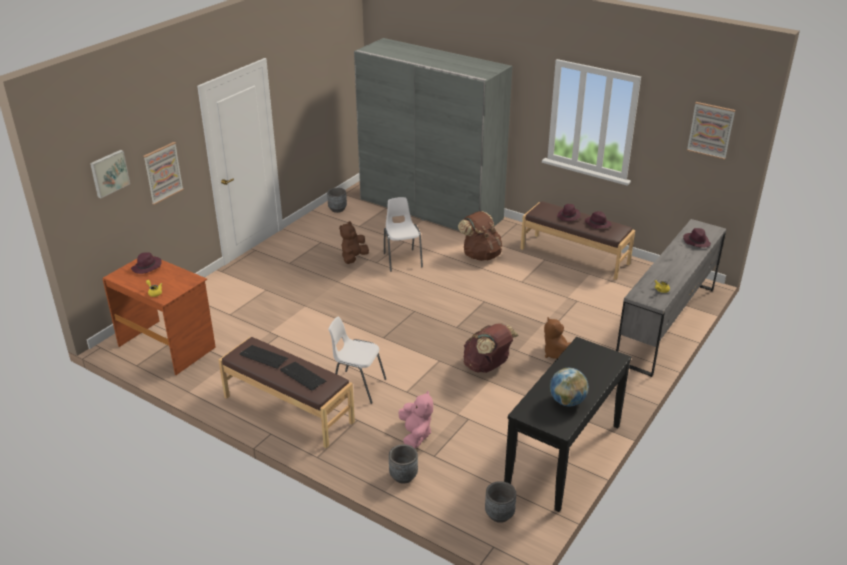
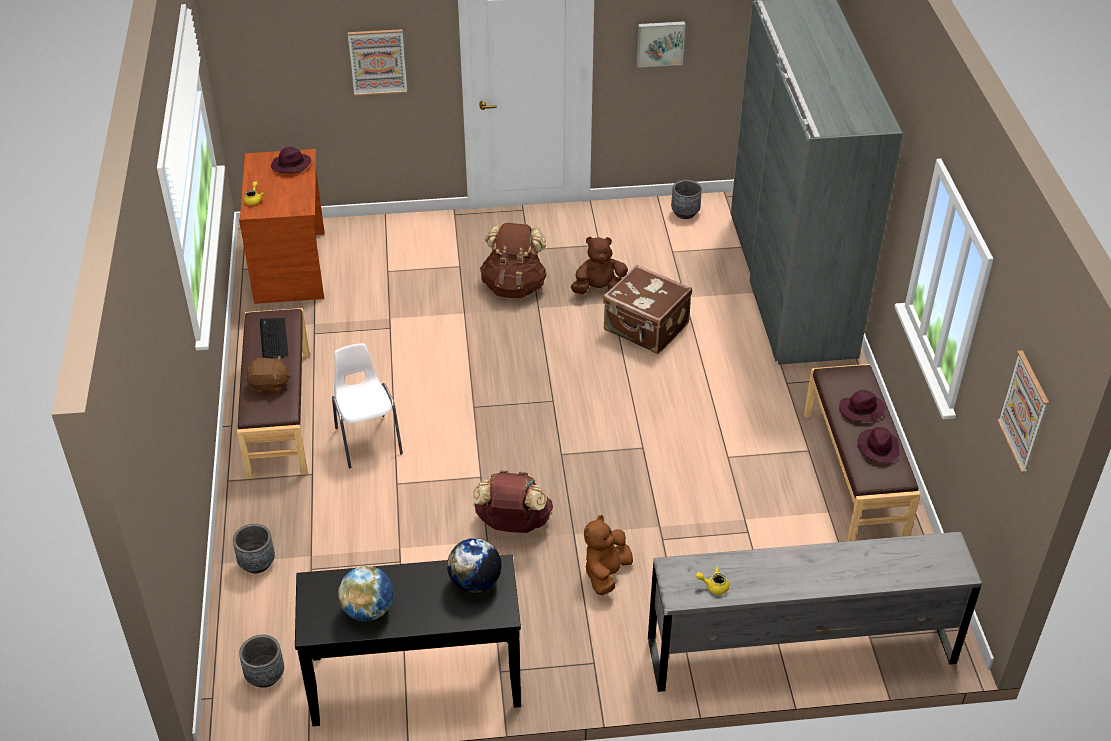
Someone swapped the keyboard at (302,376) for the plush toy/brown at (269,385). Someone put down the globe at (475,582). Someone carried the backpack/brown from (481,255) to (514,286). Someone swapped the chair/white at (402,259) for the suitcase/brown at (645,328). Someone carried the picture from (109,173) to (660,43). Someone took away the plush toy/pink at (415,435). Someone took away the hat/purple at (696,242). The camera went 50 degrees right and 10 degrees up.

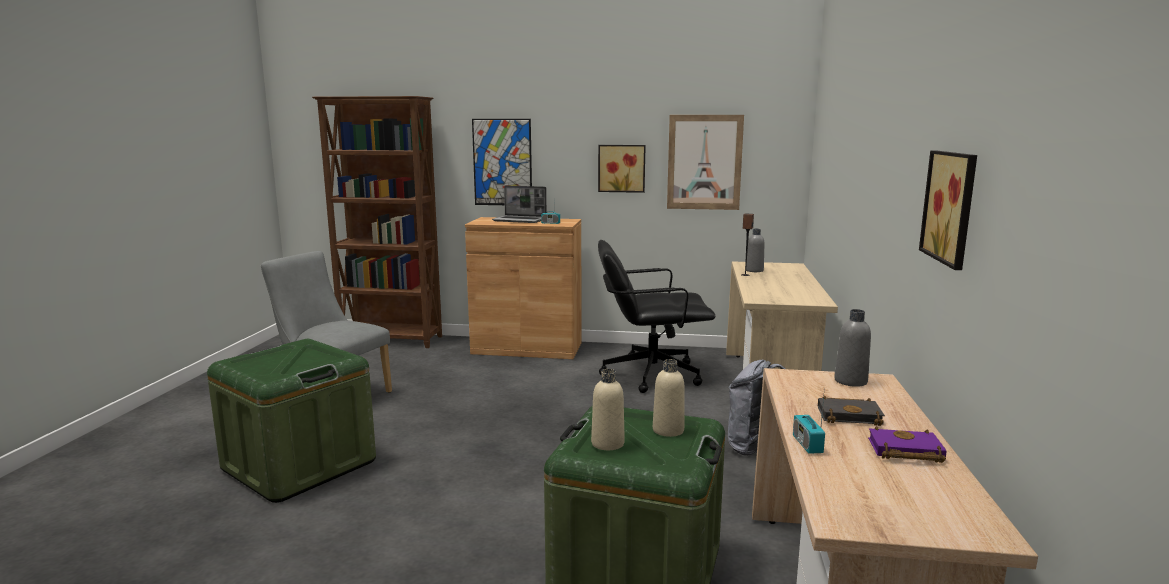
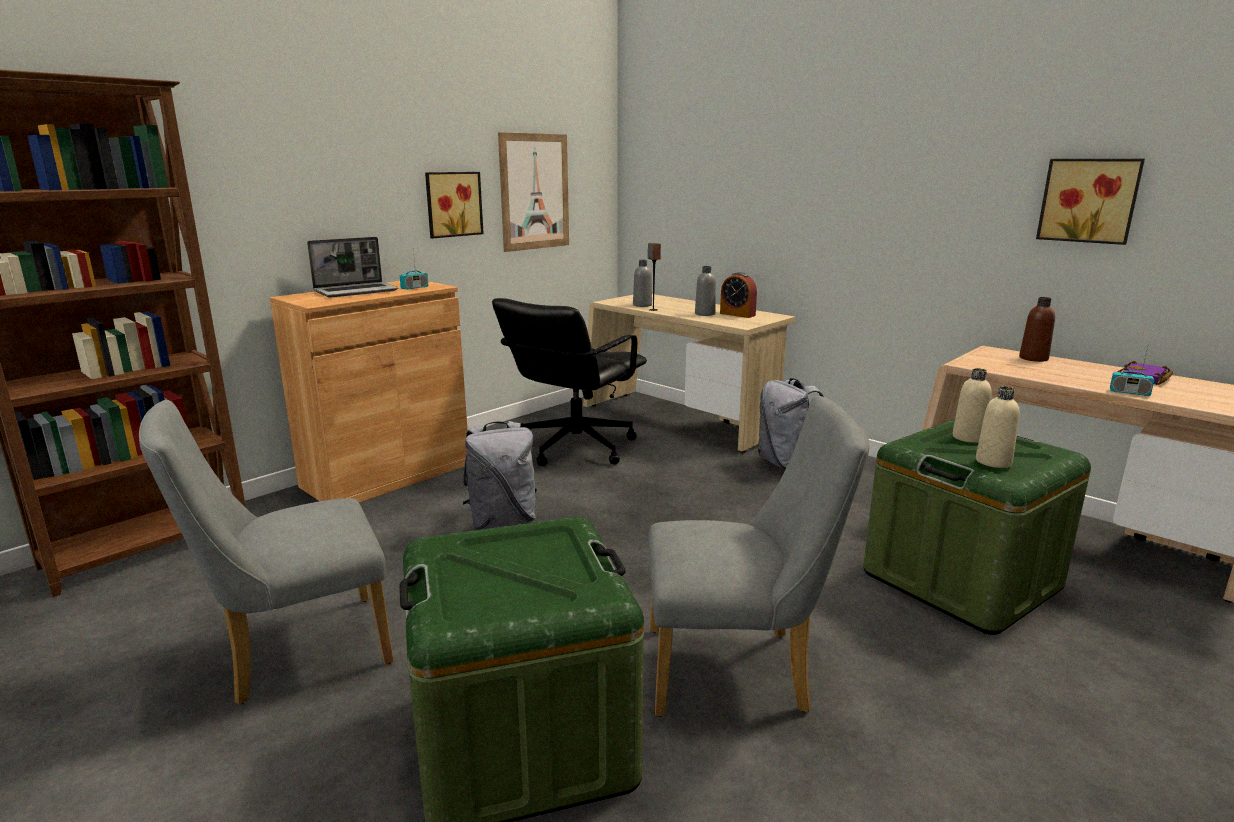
Someone put down the backpack/grey at (502,521). Someone put down the chair/grey at (739,671). Someone carried the bottle/grey from (850,381) to (705,314). Someone put down the alarm clock at (737,314). Someone put down the bottle/brown at (1033,358). Someone took away the picture at (502,162). Someone took away the book/black at (850,415). The camera went 55 degrees left and 5 degrees up.

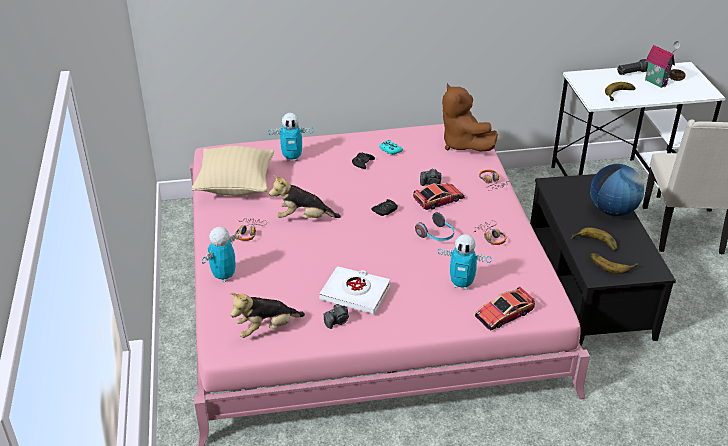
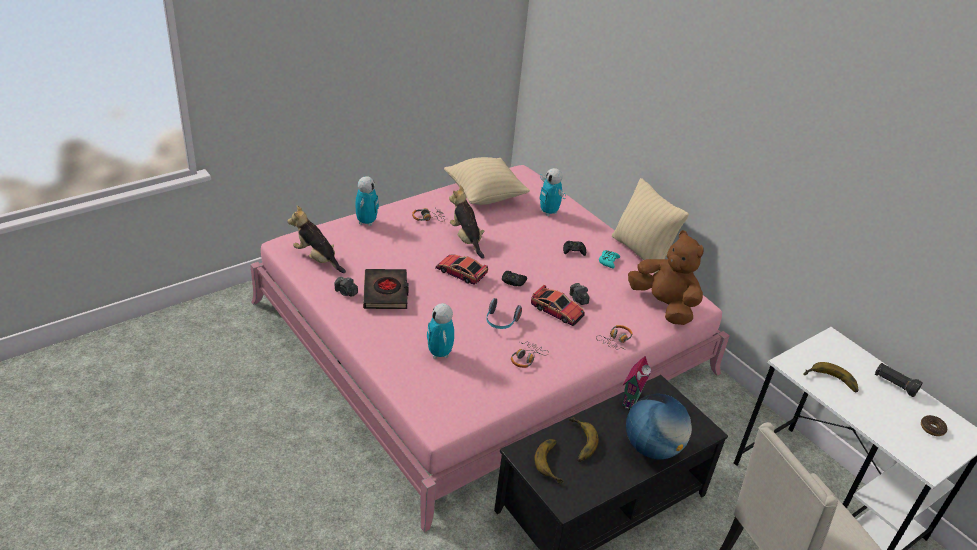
Someone rotated the toy robot at (224,276) by 90 degrees clockwise. Someone repainted the book/white at (355,293), which became the book/black at (386,292). Someone carried the toy car from (504,314) to (461,272). Someone put down the pillow/beige at (641,253). Someone carried the toy house from (657,82) to (633,400). Someone rotated the plush toy/brown at (463,144) by 105 degrees clockwise. The camera went 60 degrees right and 0 degrees up.

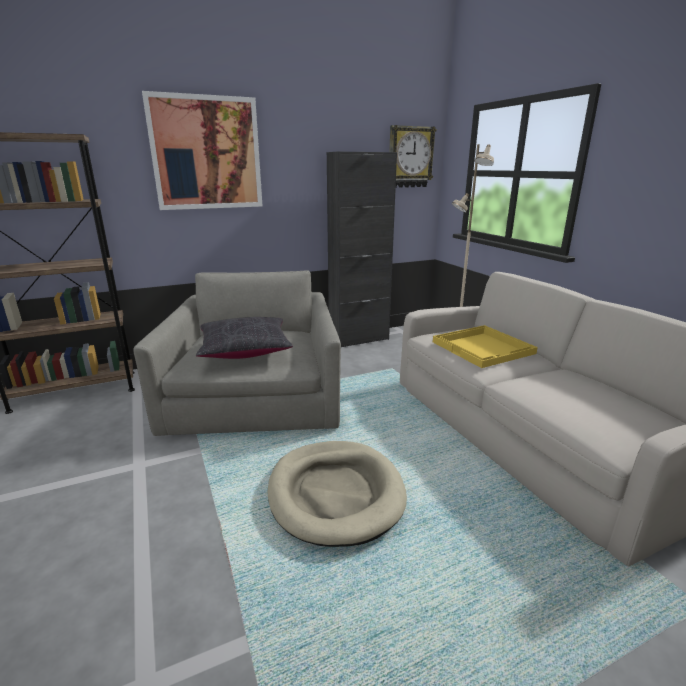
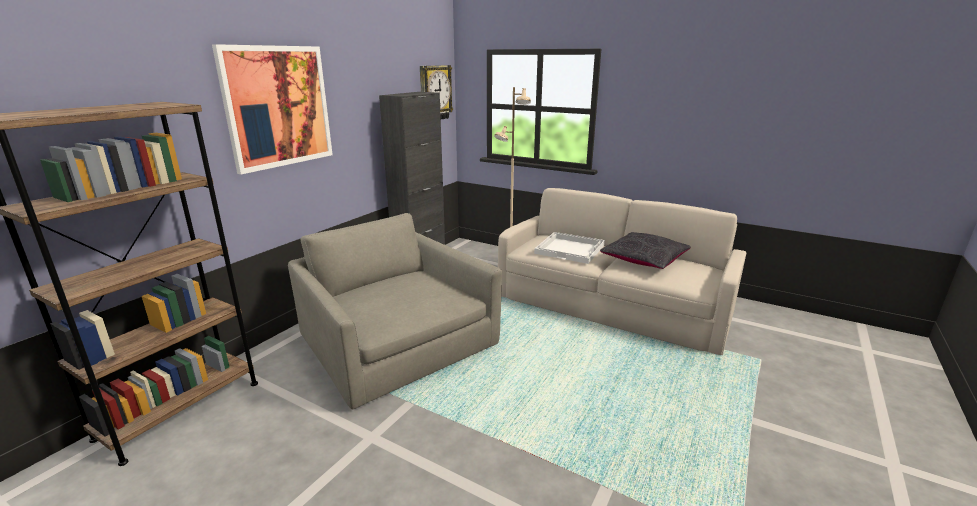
Someone repainted the tray/yellow at (484,348), which became the tray/white at (570,249). Someone carried the pillow/black from (245,350) to (644,260). Someone took away the dog bed/beige at (335,494). The camera went 35 degrees left and 0 degrees up.

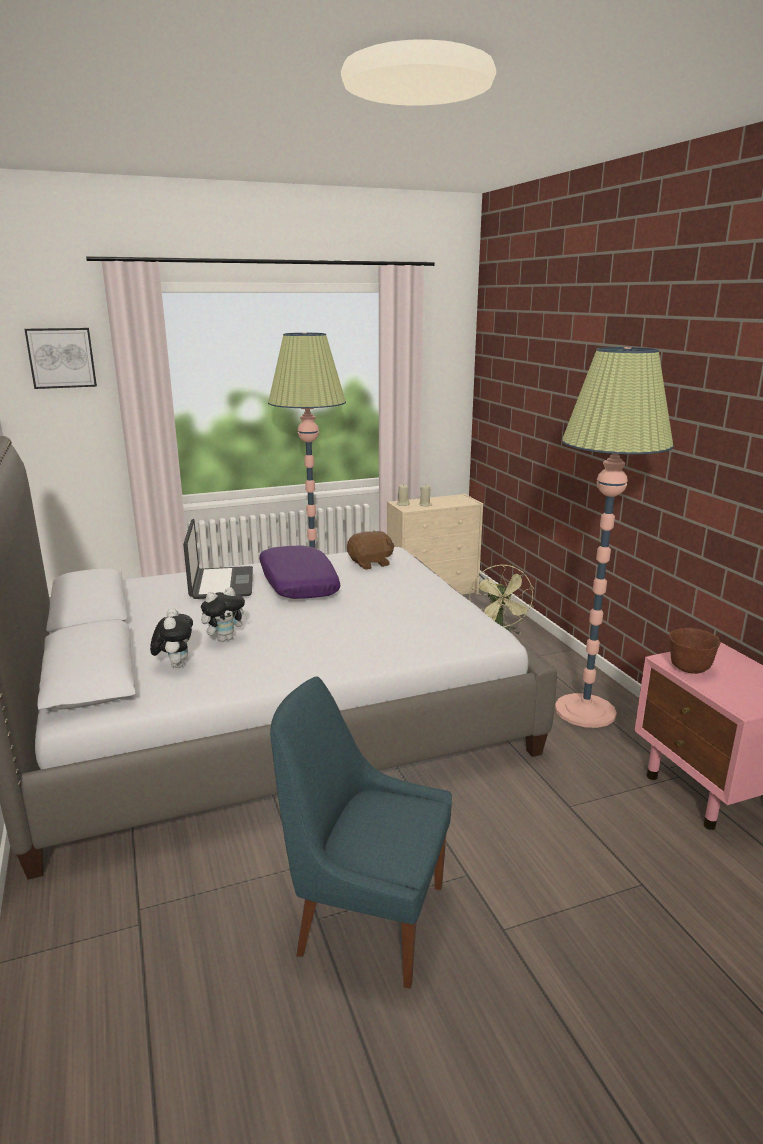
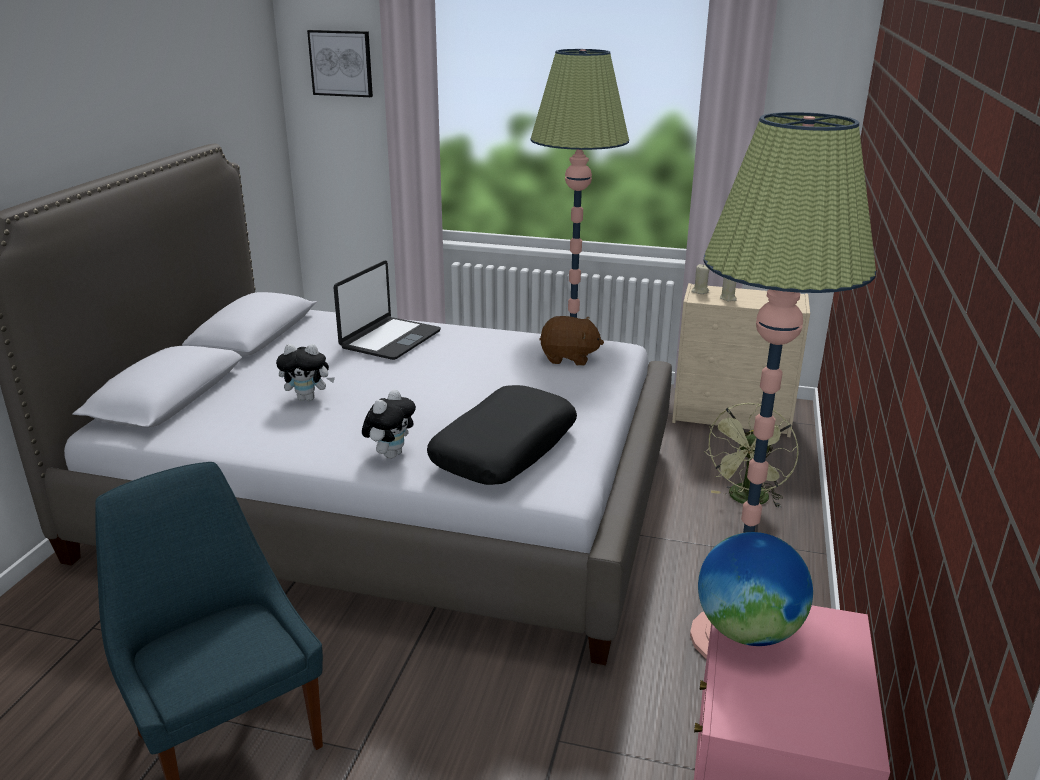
Someone carried the plush toy from (175,665) to (391,454). Someone put down the pillow/black at (504,449). Someone swapped the bowl/brown at (689,669) for the globe at (748,632). Someone took away the pillow/purple at (297,583). The camera went 35 degrees right and 5 degrees up.

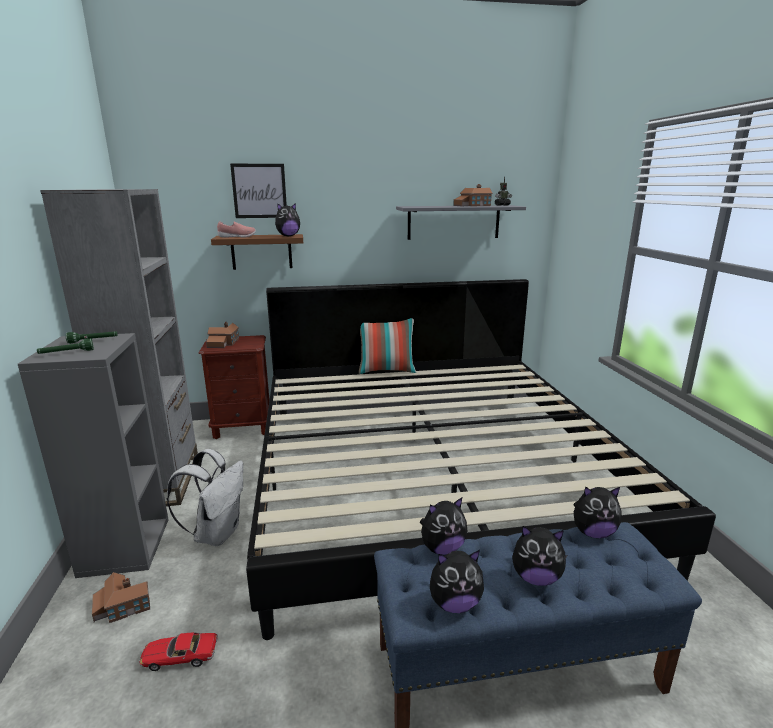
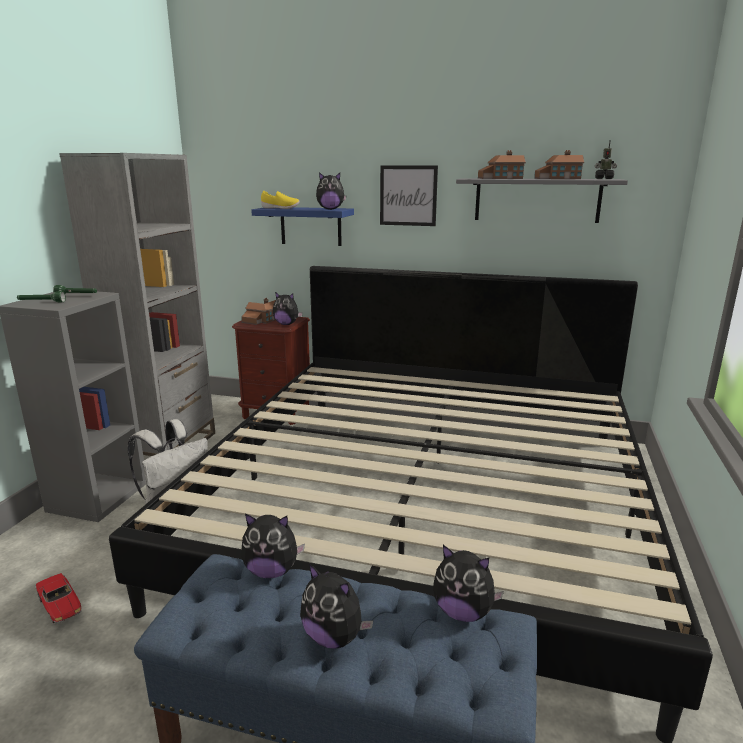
Someone rotated the toy car at (180,657) by 150 degrees counterclockwise. Someone repainted the shelf/brown at (261,252), which became the shelf/blue at (311,226). Someone repainted the shoe/pink at (237,237), which became the shoe/yellow at (280,208). Someone carried the plush toy from (454,603) to (287,324). Someone carried the picture from (259,191) to (408,195). Someone carried the toy house from (122,606) to (499,178). Someone took away the pillow at (386,371). The camera went 25 degrees right and 0 degrees up.

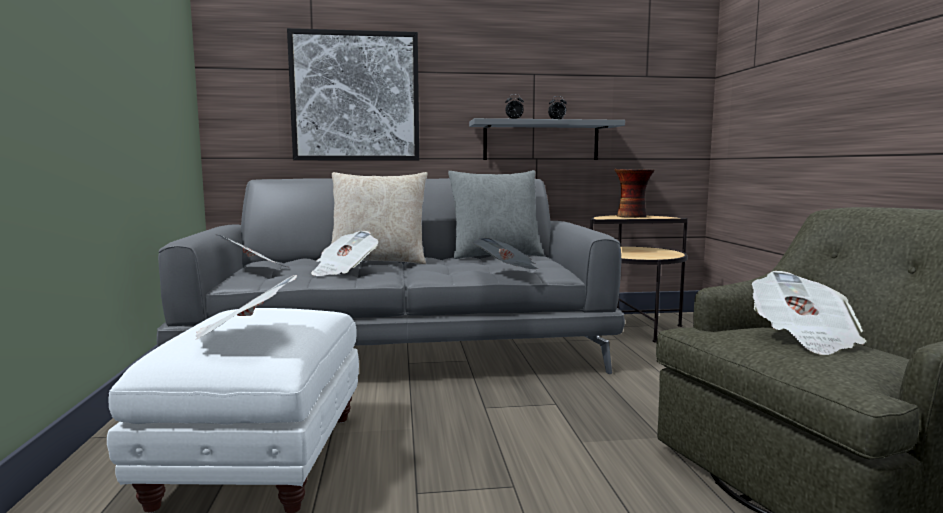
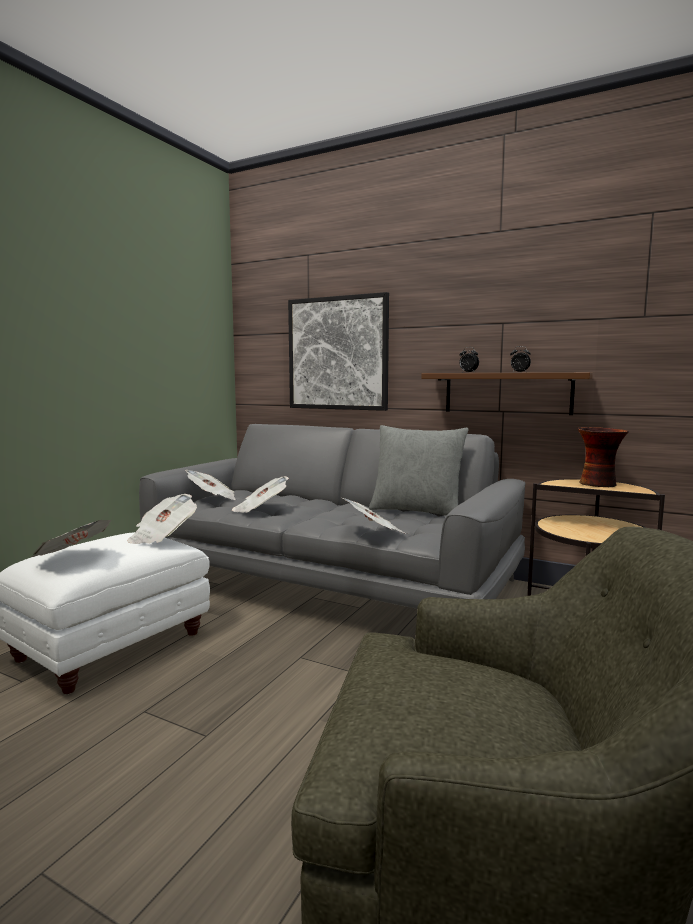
Someone carried the newspaper from (803,339) to (162,536). Someone repainted the shelf/grey at (541,141), which became the shelf/brown at (507,393). Someone took away the pillow/beige at (378,262). The camera went 35 degrees right and 0 degrees up.

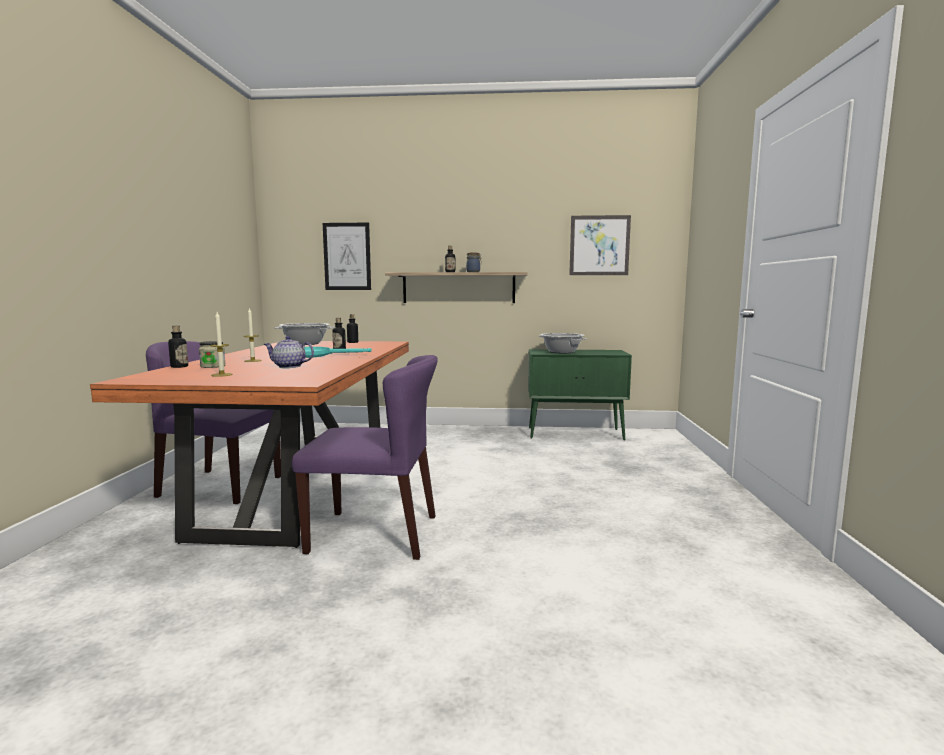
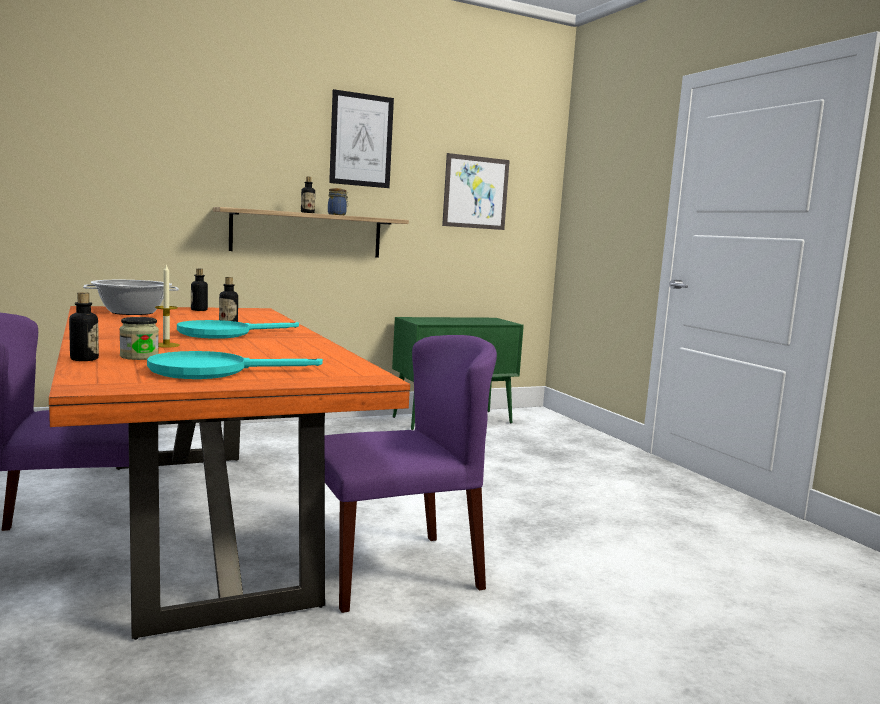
Someone swapped the candle at (221,375) for the frying pan/turquoise at (212,371). Someone carried the picture from (347,256) to (361,140). Someone took away the teapot at (289,366). Someone took away the cooking pot at (562,352). The camera went 30 degrees left and 0 degrees up.

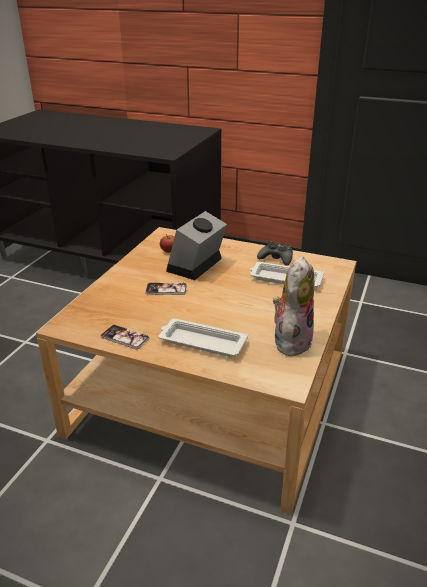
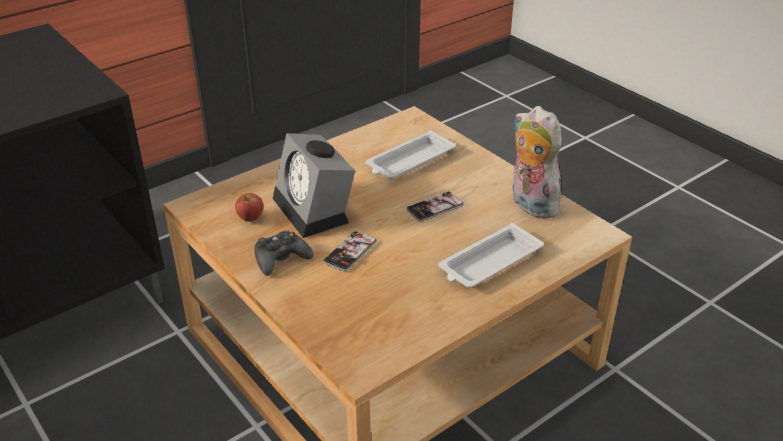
Someone carried the game controller/black from (276,258) to (281,259). Someone carried the phone from (125,337) to (435,207). The camera went 60 degrees left and 5 degrees up.

